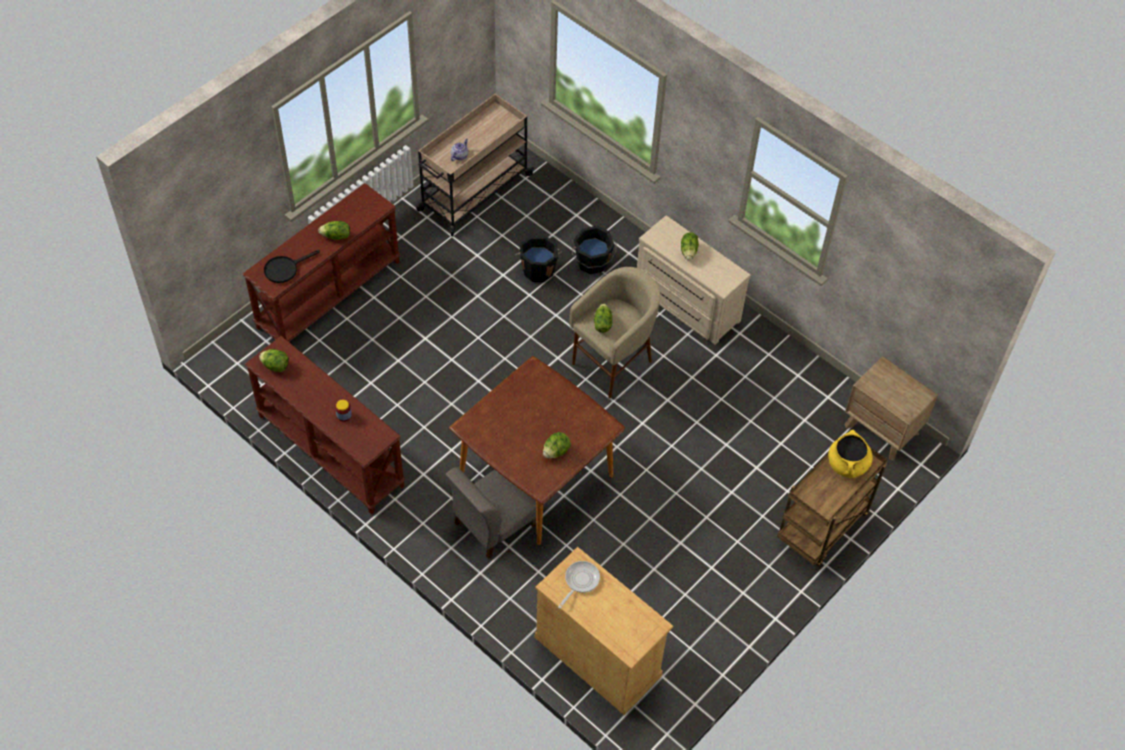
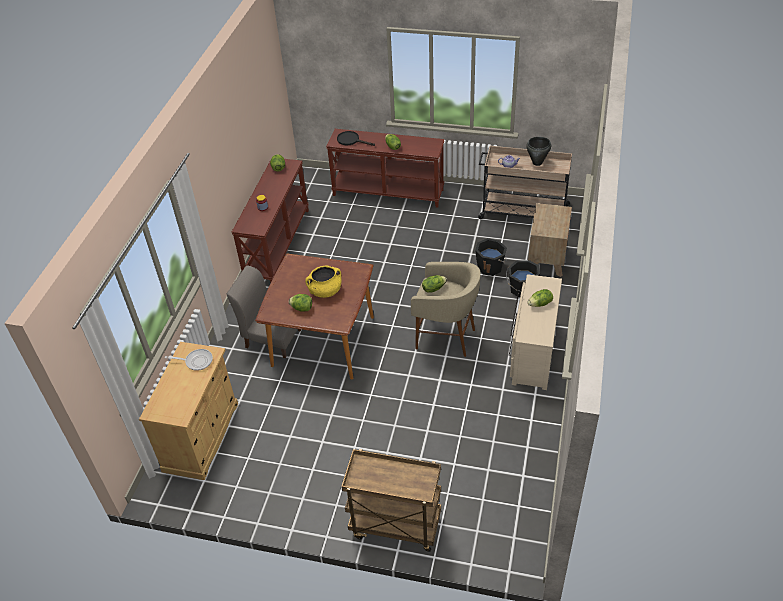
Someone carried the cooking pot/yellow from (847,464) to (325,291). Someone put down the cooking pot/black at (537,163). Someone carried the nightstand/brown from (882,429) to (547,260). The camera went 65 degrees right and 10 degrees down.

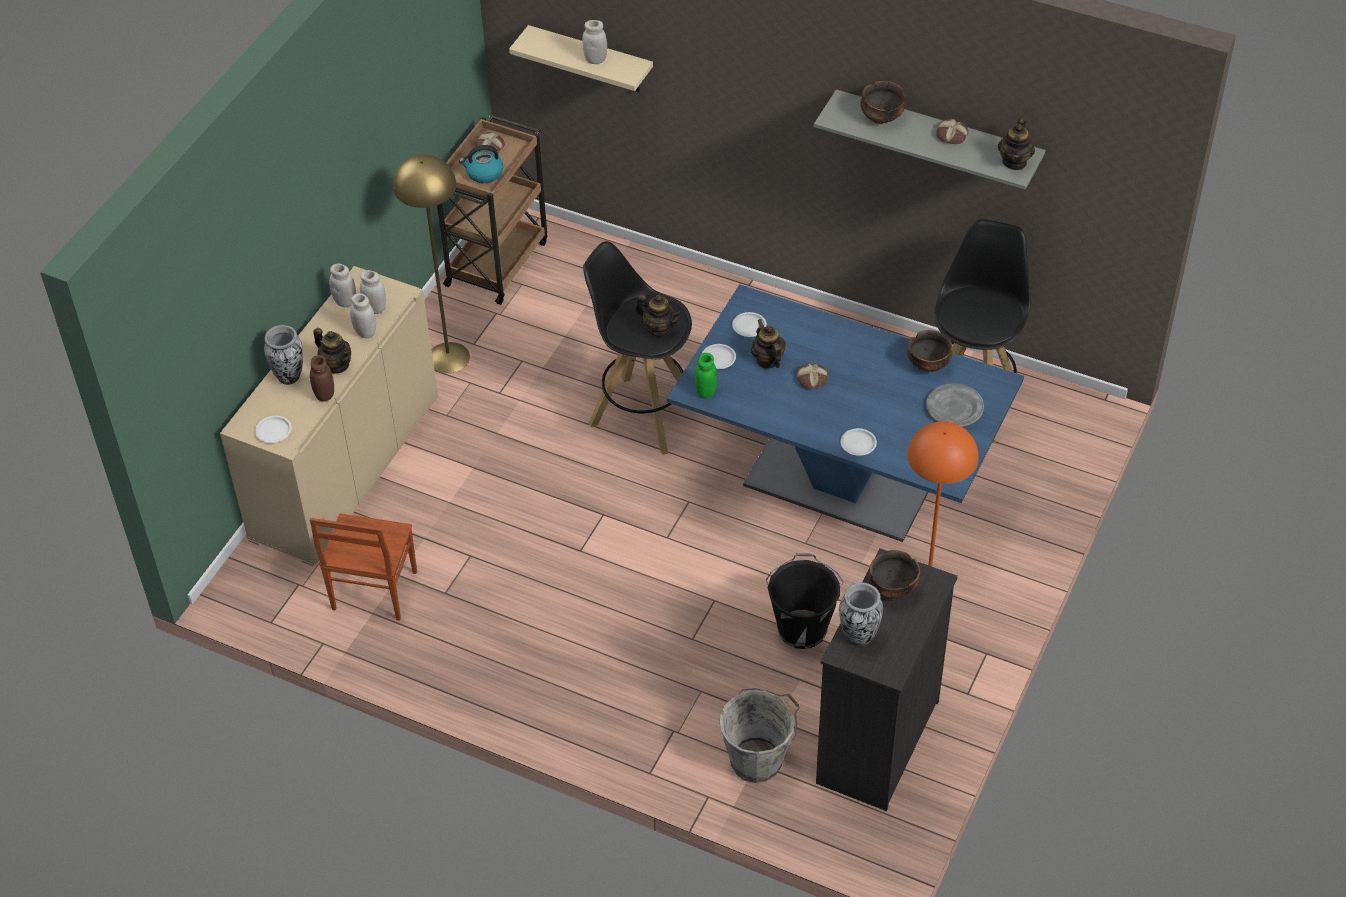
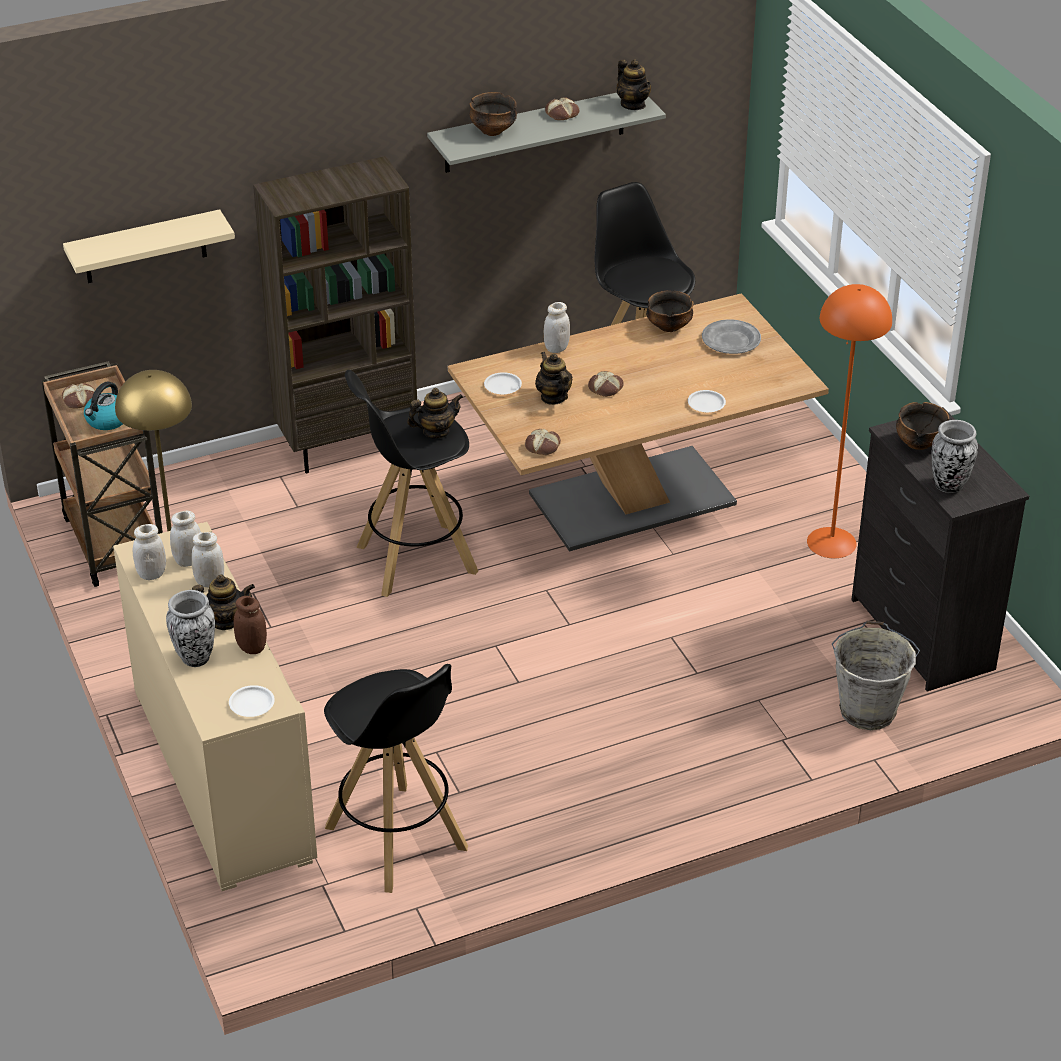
Someone put down the bookcase/brown at (348,445). Someone swapped the chair/brown at (373,591) for the stool/black at (397,839). Someone repainted the dining table/blue at (840,481), which became the dining table/brown at (632,499). Someone swapped the jar/green at (705,392) for the bread at (543,446). Someone rotated the teapot at (767,360) by 45 degrees clockwise. Someone carried the jar/white from (595,59) to (556,348). Someone took away the plate/white at (718,359). Someone took away the bucket/black at (802,627). The camera went 50 degrees left and 10 degrees down.

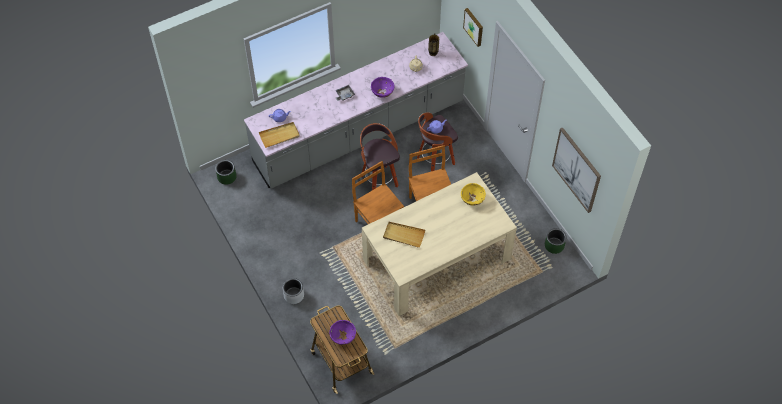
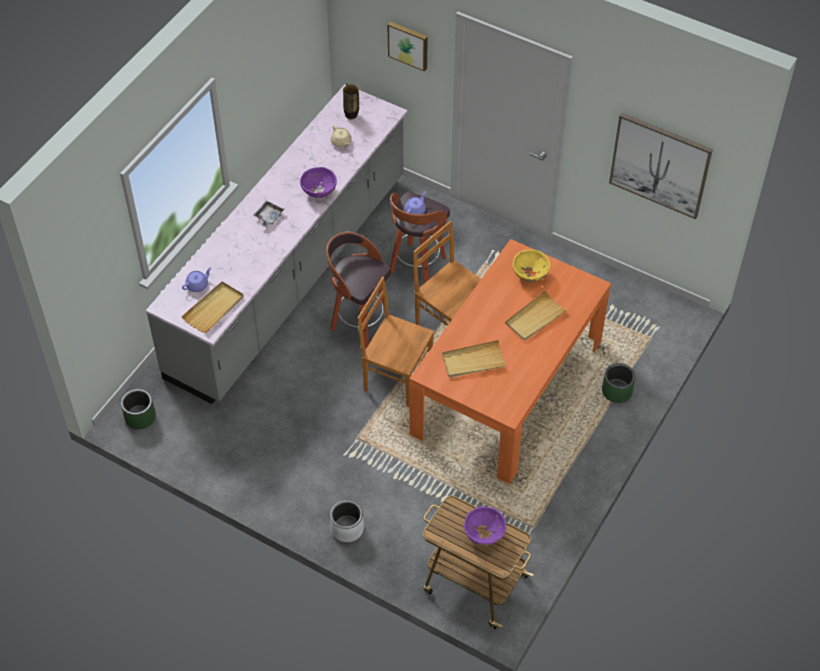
Someone repainted the dining table/beige at (436,259), which became the dining table/orange at (507,387). Someone put down the tray/beige at (535,318). Someone carried the planter/green from (554,245) to (617,391). The camera went 30 degrees left and 5 degrees down.

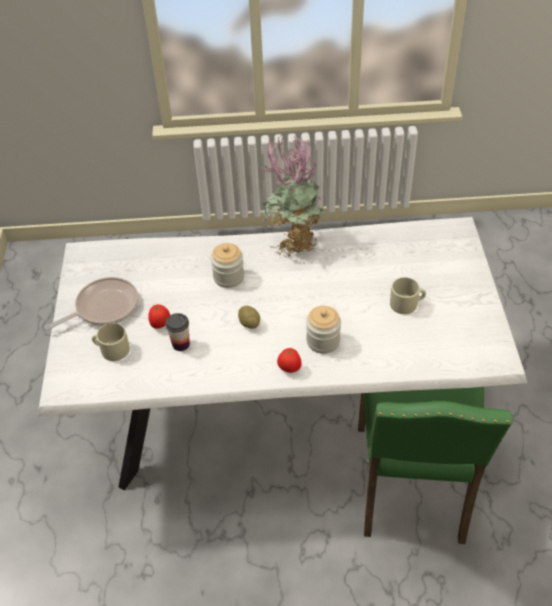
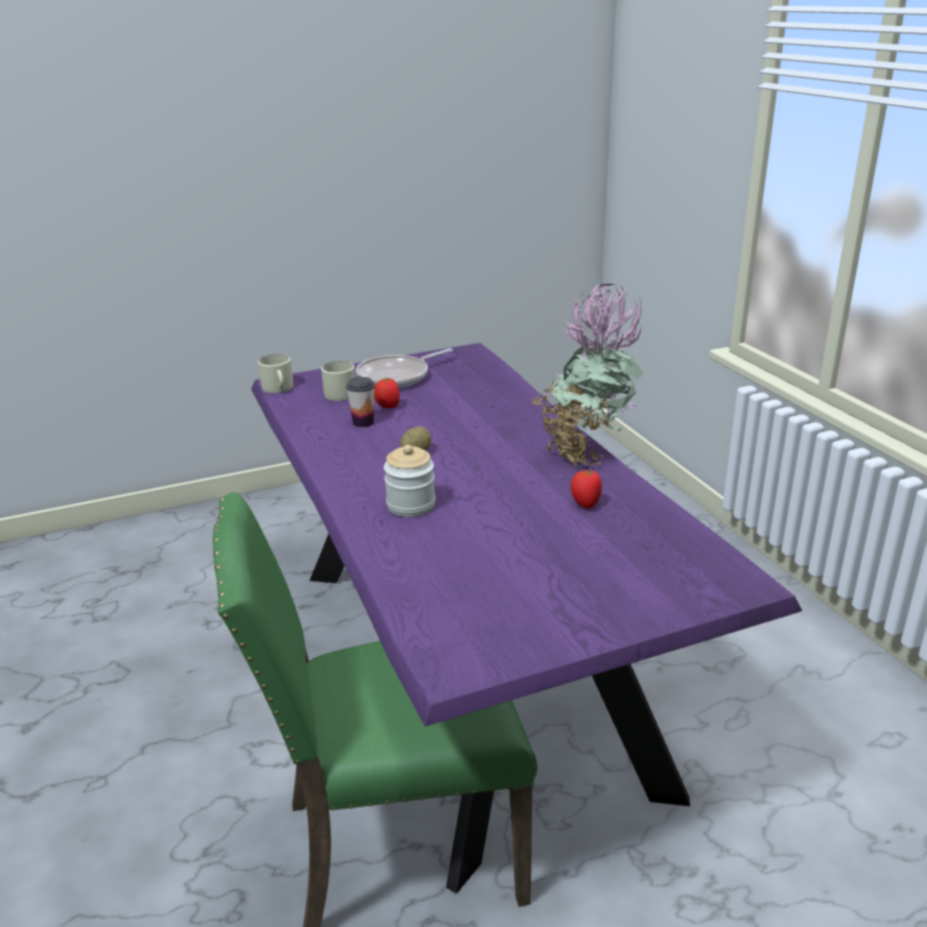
Someone repainted the dining table/white at (281,412), which became the dining table/purple at (468,672). Someone carried the mug/beige from (407,303) to (278,388). Someone rotated the frying pan at (103,307) by 105 degrees clockwise. Someone carried the tomato from (289,369) to (585,504). Someone took away the jar at (228,277). The camera went 70 degrees right and 20 degrees down.

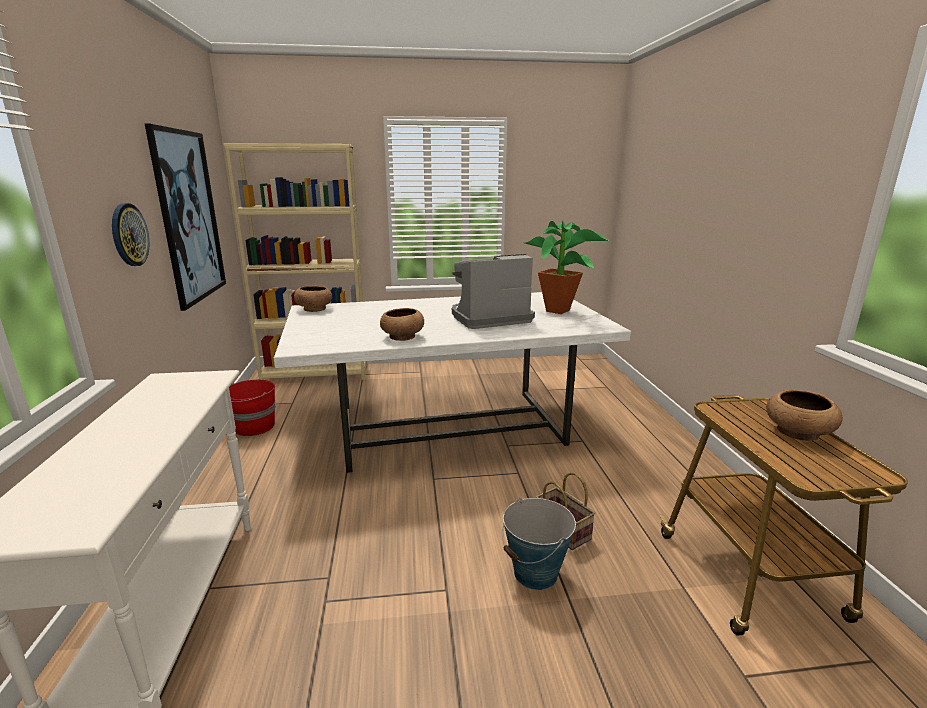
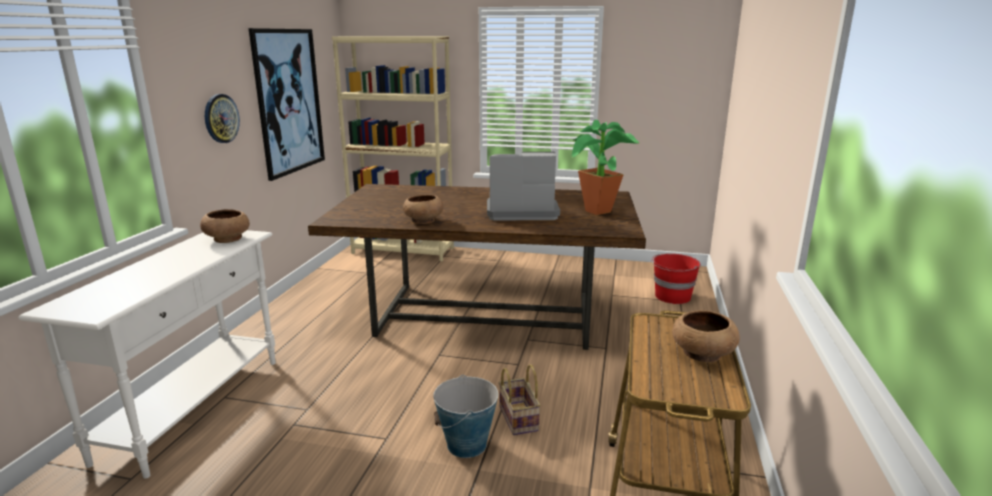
Someone carried the bowl/brown from (314,309) to (228,239). Someone repainted the dining table/white at (447,427), which became the dining table/brown at (484,314). Someone carried the bucket/red from (254,427) to (672,297). The camera went 20 degrees right and 0 degrees up.

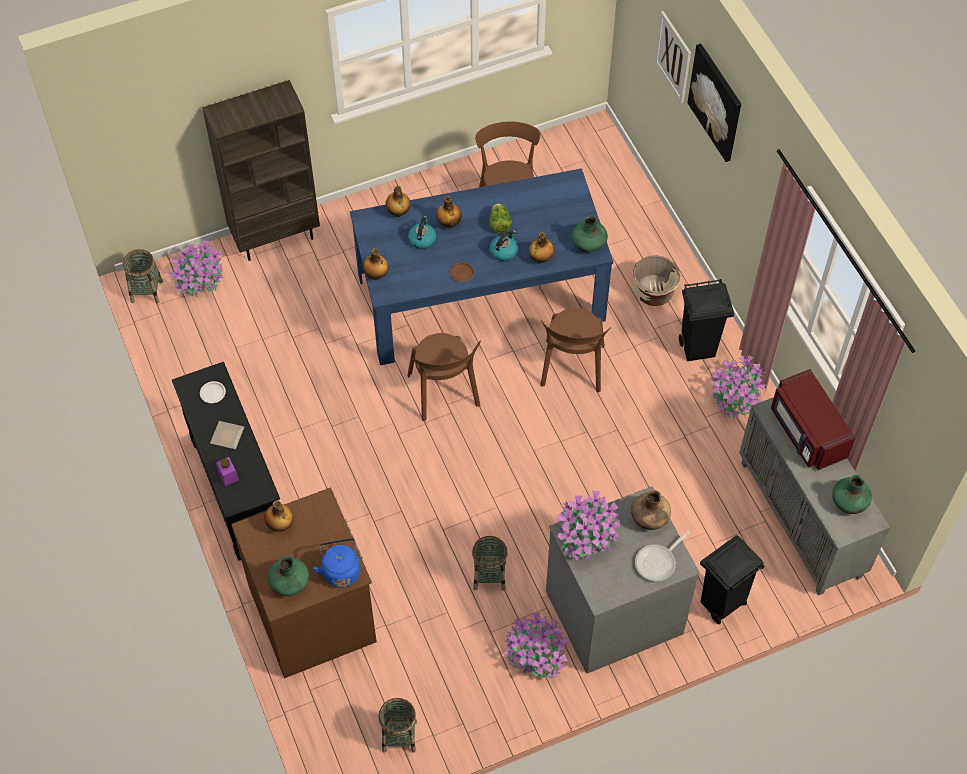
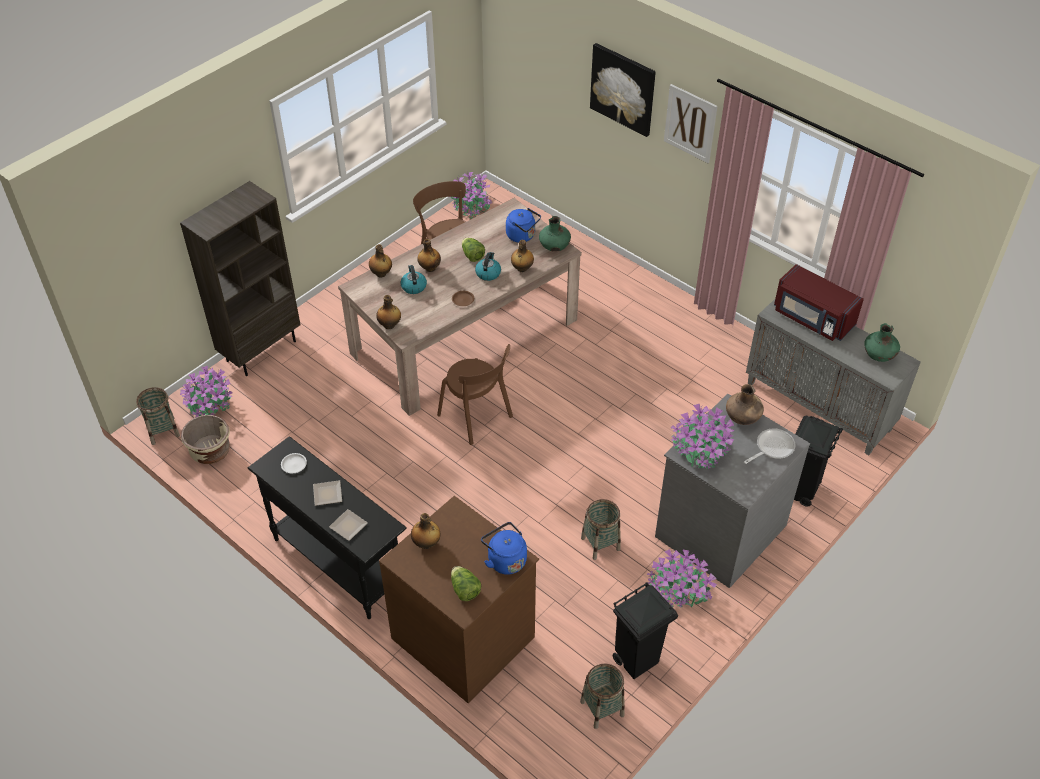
Someone carried the planter/beige from (653,292) to (210,451). Someone swapped the jar/purple at (228,475) for the plate at (347,526). Someone repainted the dining table/blue at (480,297), which became the dining table/beige at (464,336). Someone carried the potted plant from (735,397) to (471,207). Someone swapped the vase/green at (289,584) for the lettuce at (464,590). Someone put down the kettle/blue at (522,236). Someone carried the trash can/black from (698,348) to (637,660). Someone carried the picture from (673,57) to (690,123). Someone rotated the frying pan at (658,562) by 150 degrees counterclockwise. Someone took away the chair/brown at (572,368). The camera went 25 degrees left and 10 degrees down.

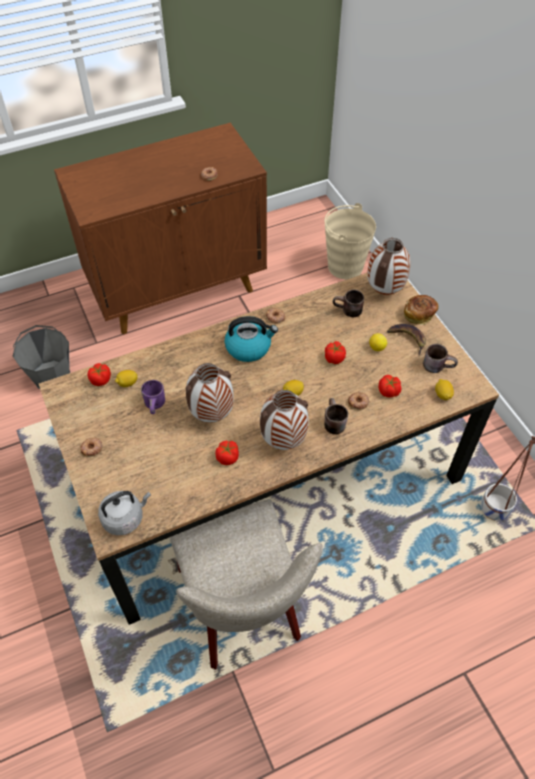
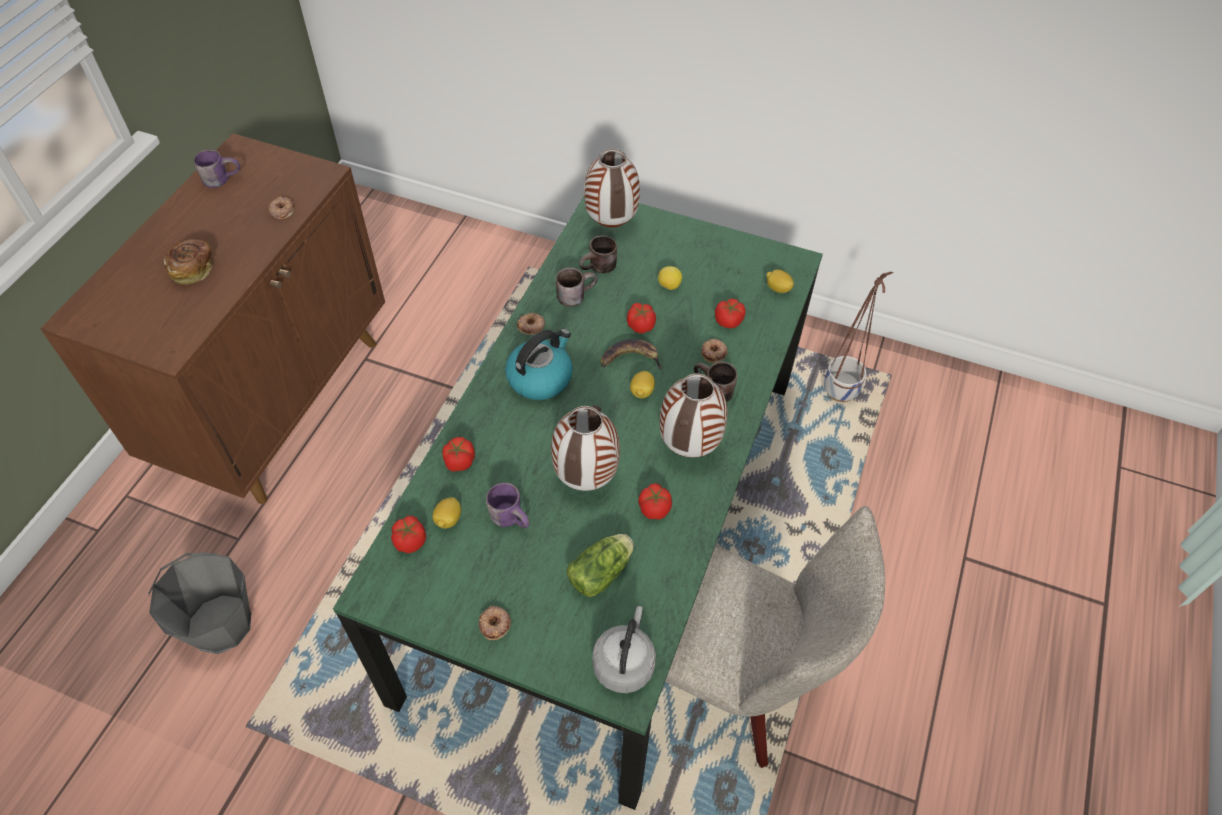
Someone carried the bread from (419,314) to (193,269). Someone put down the mug/purple at (222,178). Someone repainted the dining table/brown at (268,475), which became the dining table/green at (608,526). Someone put down the tomato at (459,461). Someone carried the mug/brown from (438,365) to (575,294). Someone put down the lettuce at (603,571). Someone carried the banana from (407,339) to (630,358). Someone took away the bucket/beige at (345,266). The camera went 45 degrees left and 0 degrees up.

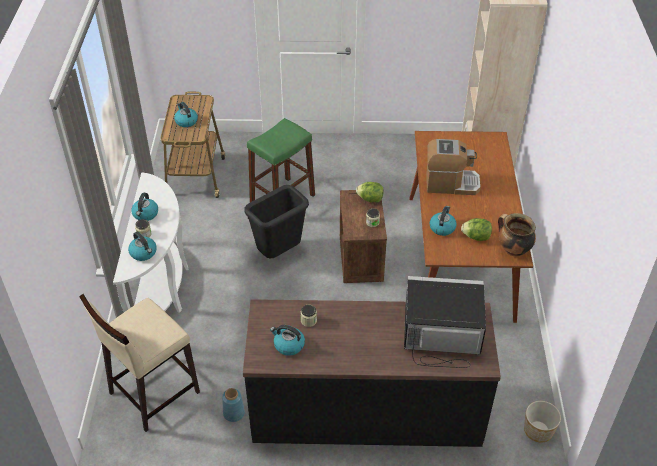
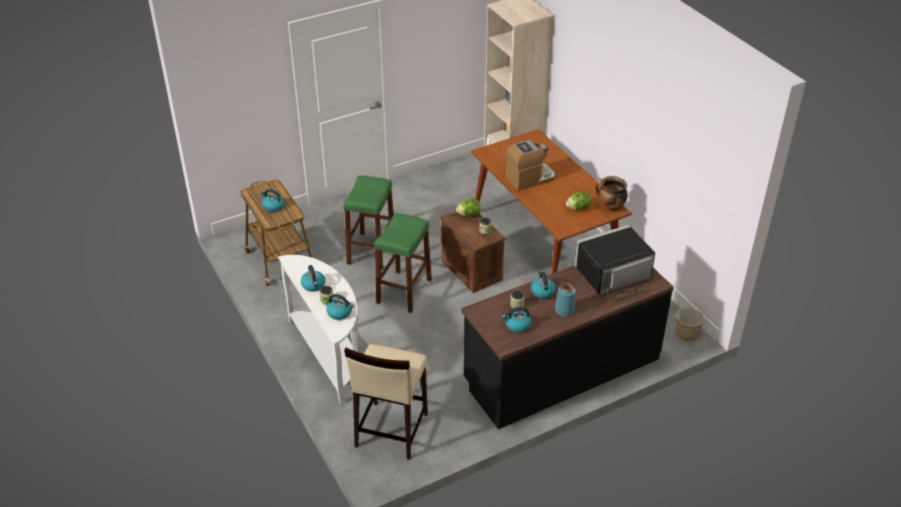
Someone swapped the trash can/black at (279,253) for the stool/green at (404,291). Someone carried the kettle from (442,227) to (542,292). Someone carried the vase/blue from (234,413) to (564,310). The camera went 30 degrees left and 5 degrees down.

